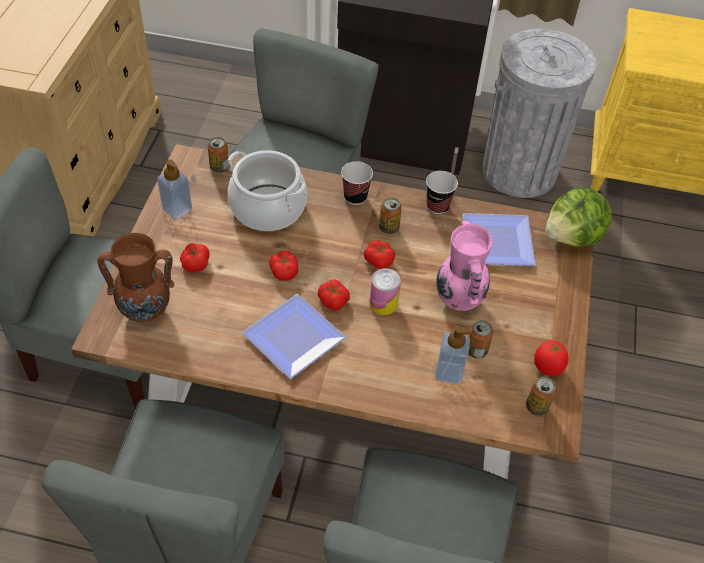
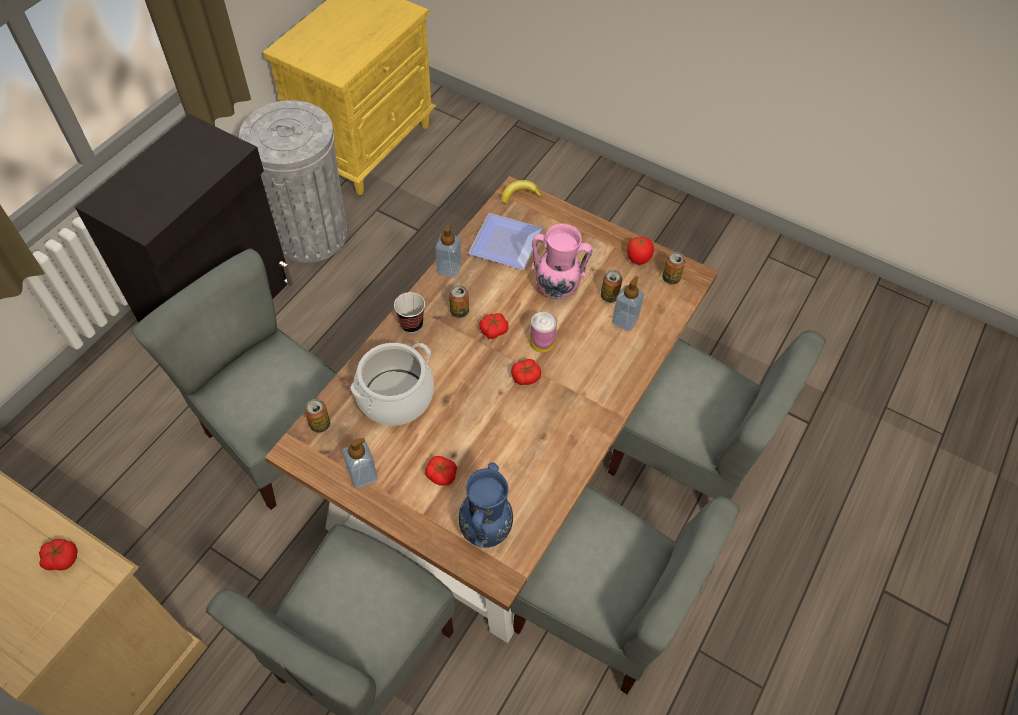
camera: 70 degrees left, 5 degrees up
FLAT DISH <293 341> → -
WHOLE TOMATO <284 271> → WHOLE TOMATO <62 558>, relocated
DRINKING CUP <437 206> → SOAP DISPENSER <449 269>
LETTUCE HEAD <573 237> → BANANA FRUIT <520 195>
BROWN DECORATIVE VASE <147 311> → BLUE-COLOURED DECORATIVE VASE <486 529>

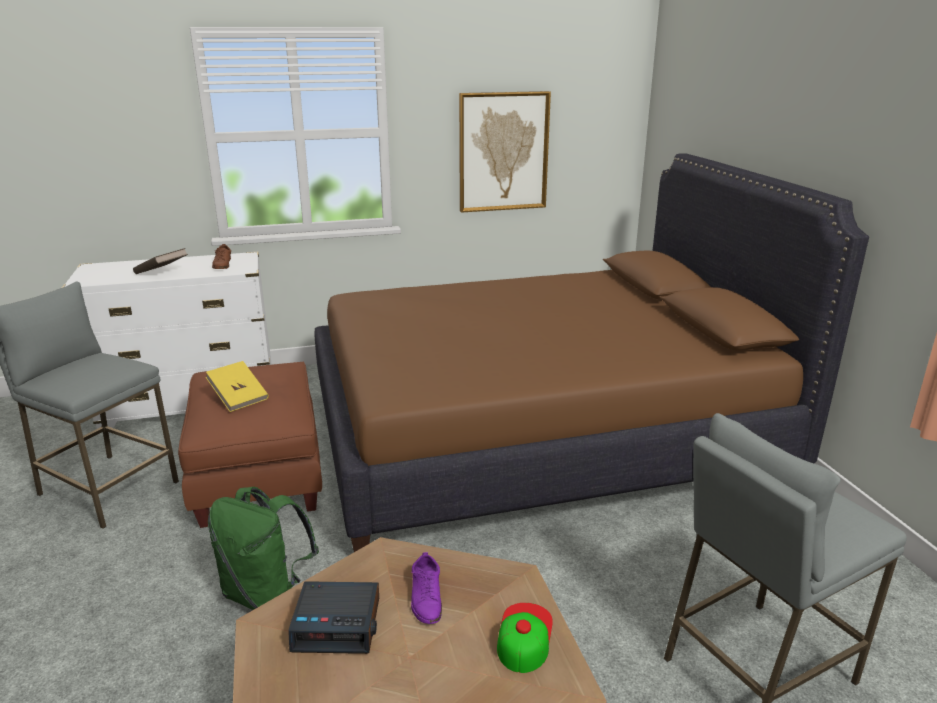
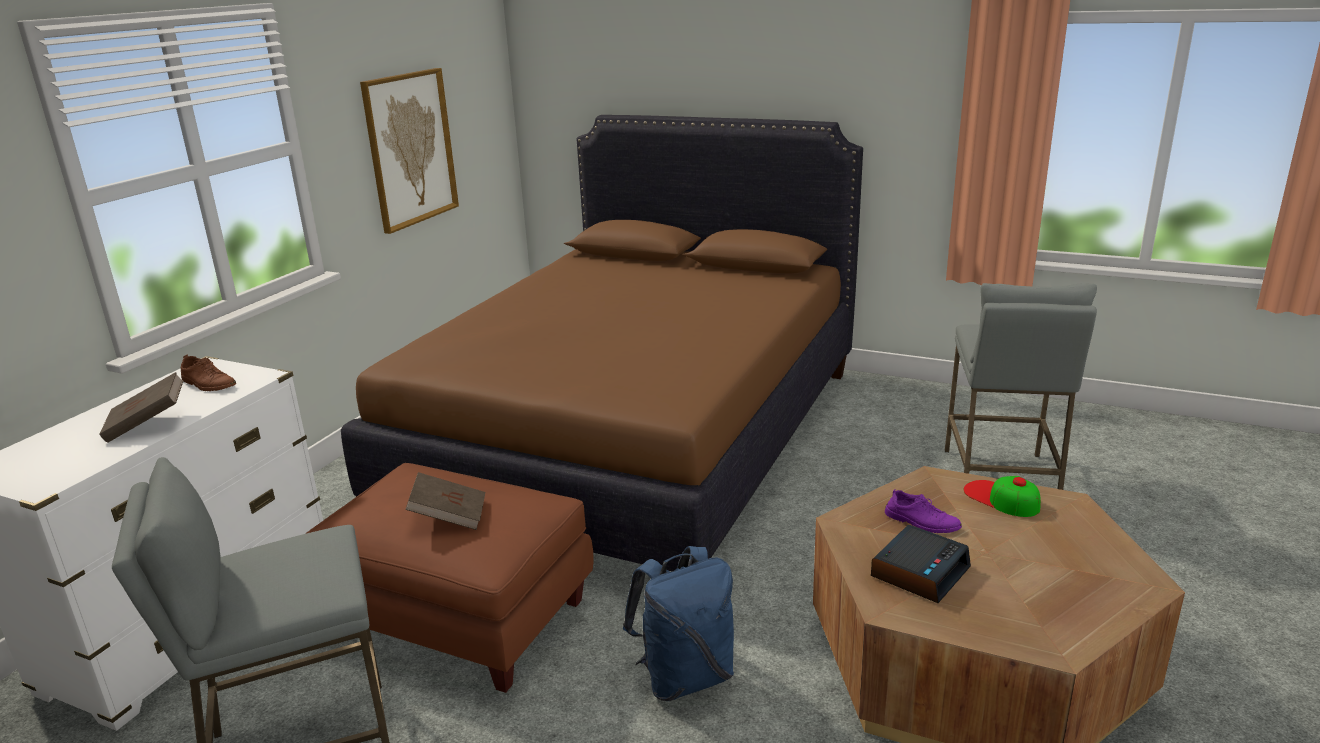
camera: 50 degrees left, 0 degrees up
YELLOWISH BOUND BOOK <239 398> → BROWN BOUND BOOK <449 516>
GREEN RUCKSACK <267 595> → BLUE-COLOURED RUCKSACK <685 676>

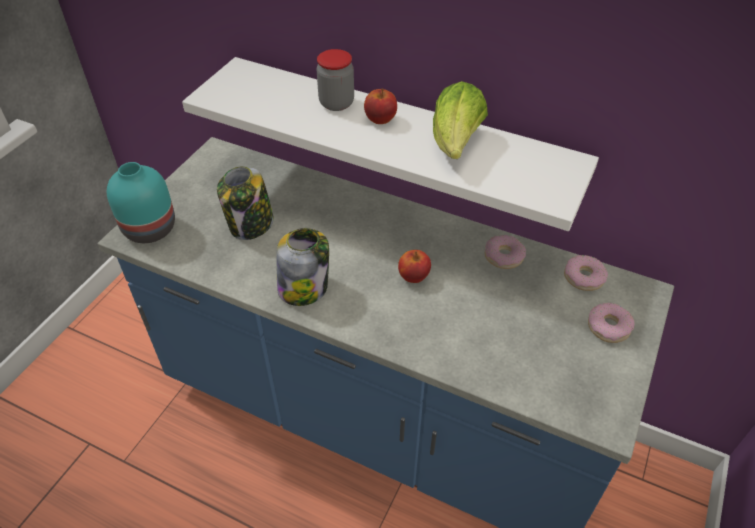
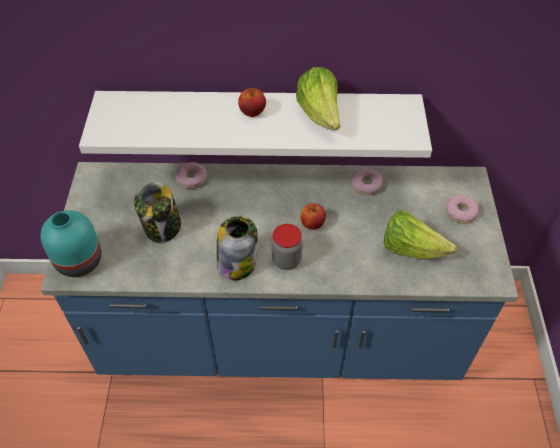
camera: 25 degrees left, 5 degrees up
- → LETTUCE HEAD <411 249>
STORAGE JAR <336 103> → STORAGE JAR <286 260>, relocated
RING DOUGHNUT <584 277> → RING DOUGHNUT <191 179>, relocated

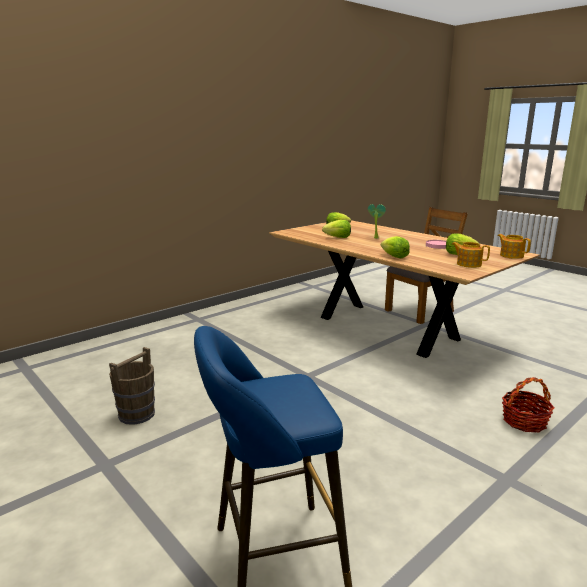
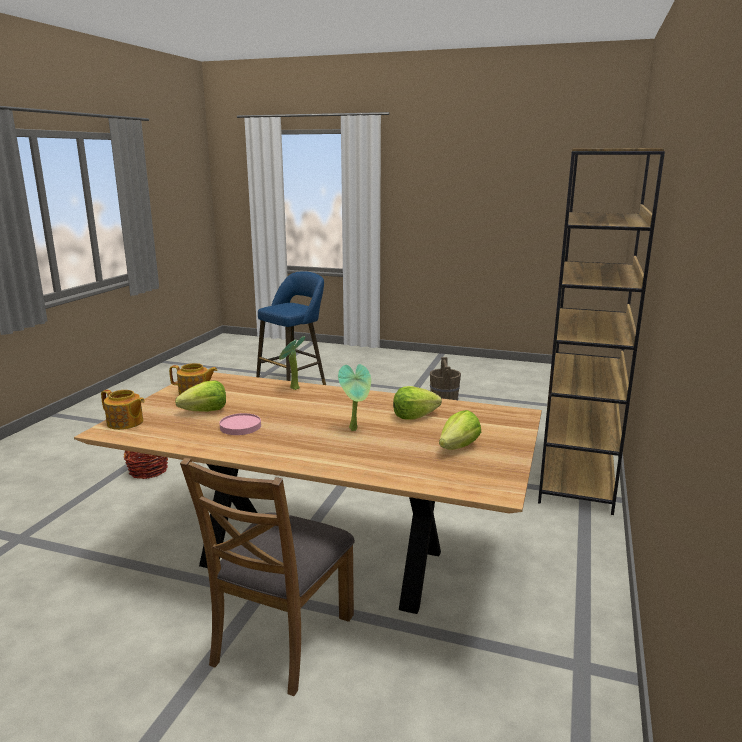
camera: 150 degrees right, 0 degrees up
- → BROWN SHELVING UNIT <577 477>
LETTUCE HEAD <394 256> → PLANT IN A POT <292 389>

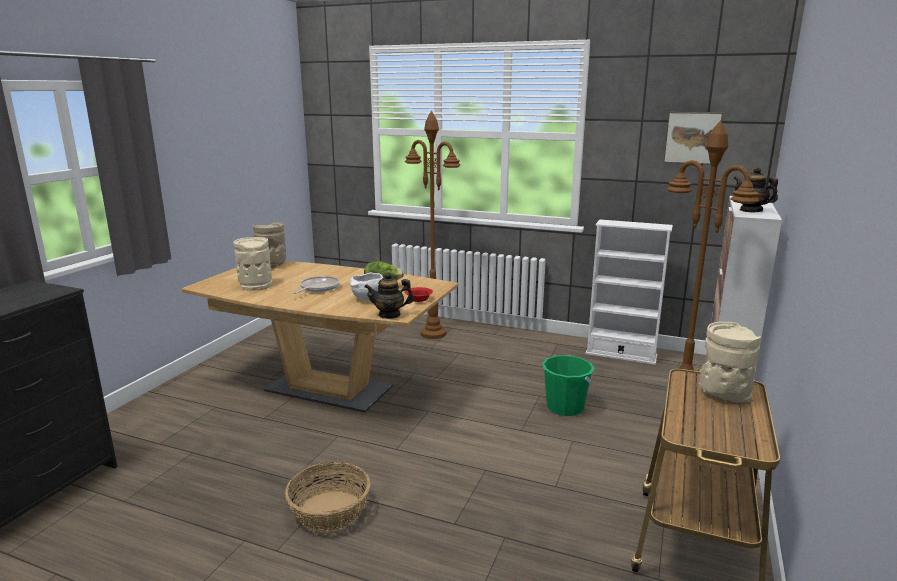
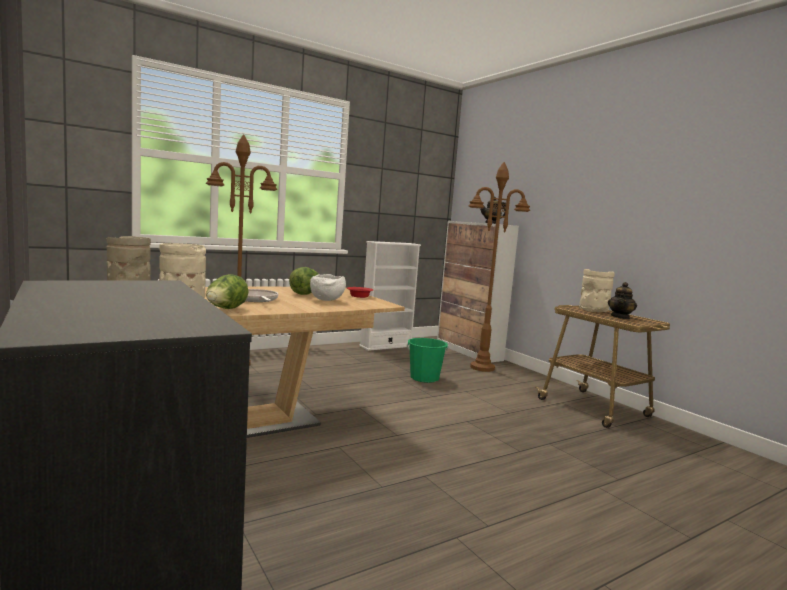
camera: 55 degrees left, 10 degrees down
BASKET <329 511> → -
PICTURE <692 137> → -
- → LETTUCE HEAD <225 309>
TEA POT <389 315> → TEA POT <620 317>, relocated

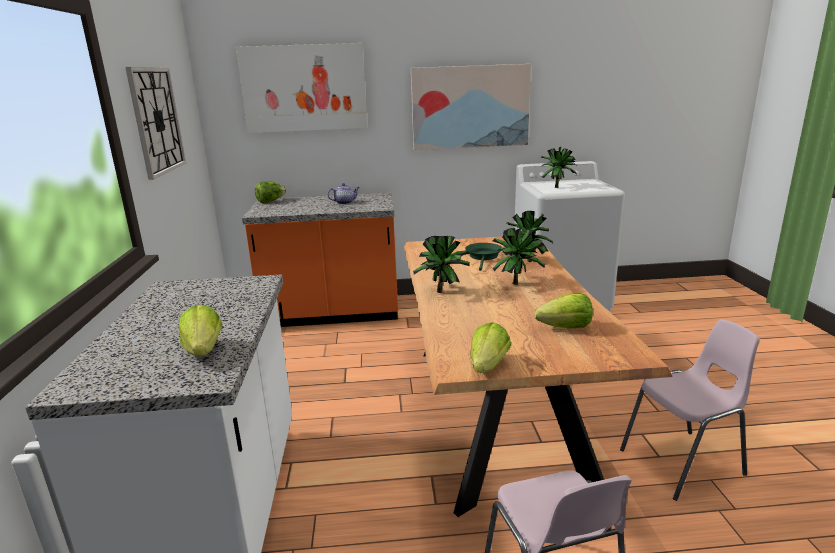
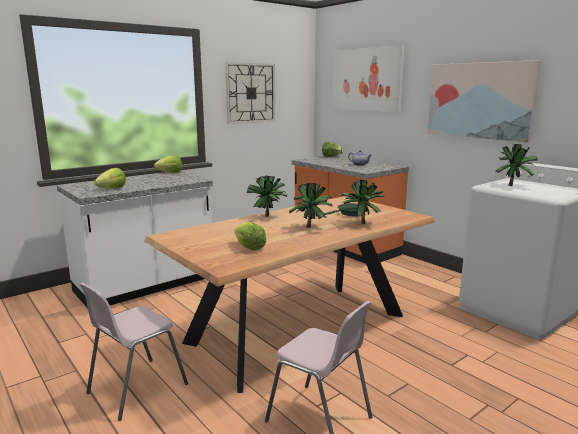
camera: 55 degrees right, 5 degrees down
LETTUCE HEAD <488 366> → LETTUCE HEAD <170 173>, relocated

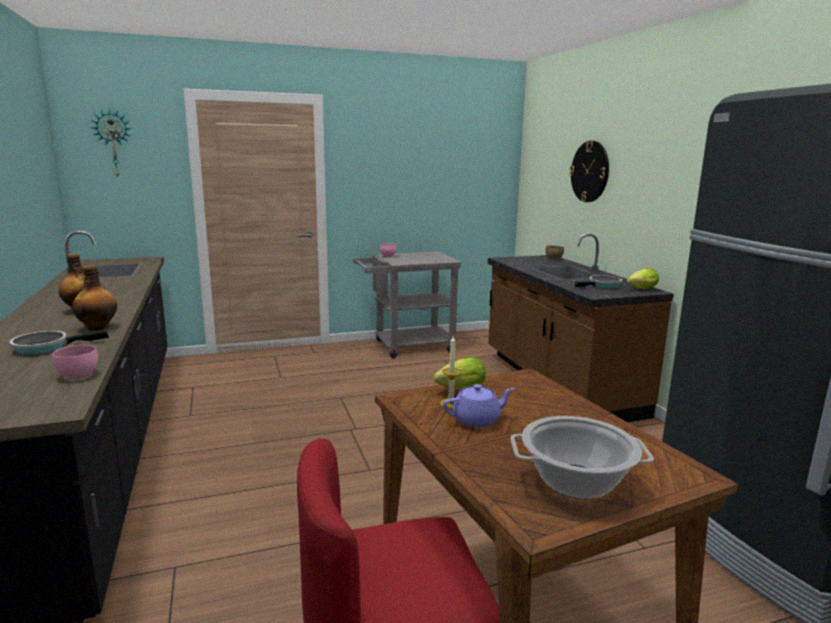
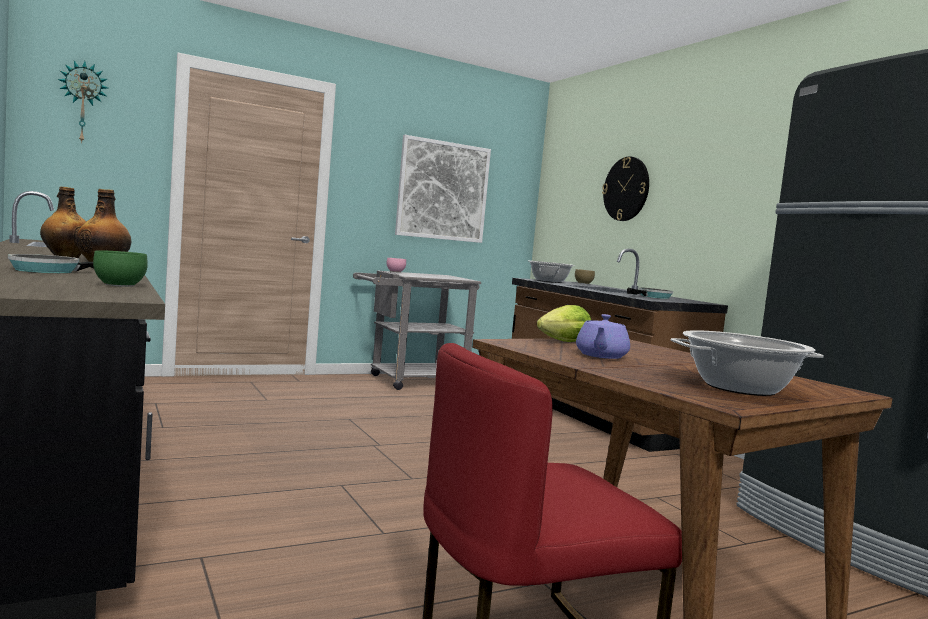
camera: 10 degrees left, 10 degrees down
CANDLE <450 403> → -
LETTUCE HEAD <640 289> → -
- → PICTURE <443 191>
- → SAUCEPOT <549 281>
PINK-COLOURED SERVING BOWL <78 375> → GREEN SERVING BOWL <120 285>
PURPLISH TEA POT <477 420> → PURPLISH TEA POT <601 356>, 135 degrees clockwise

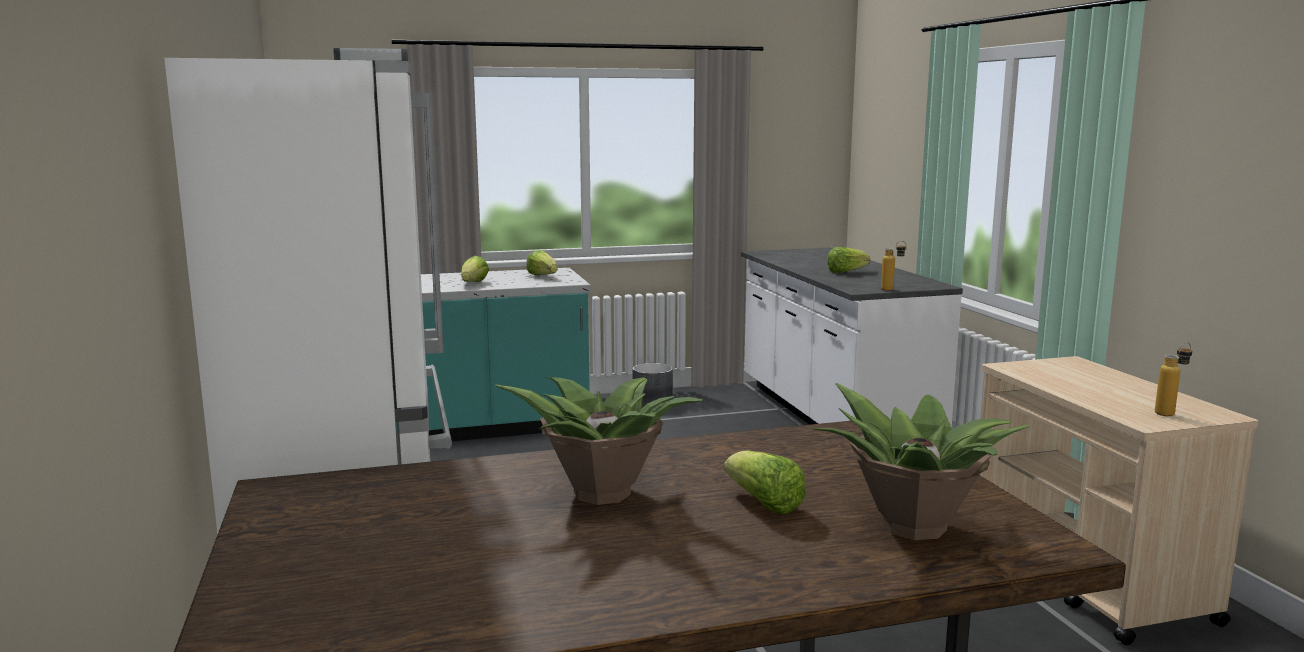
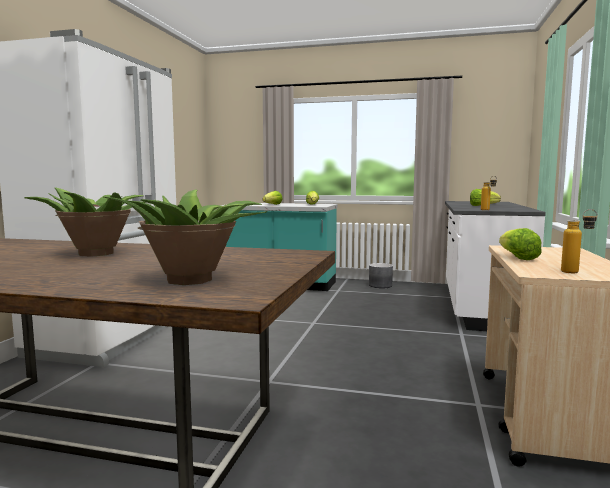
camera: 30 degrees right, 5 degrees down
LETTUCE HEAD <763 504> → LETTUCE HEAD <517 258>, relocated

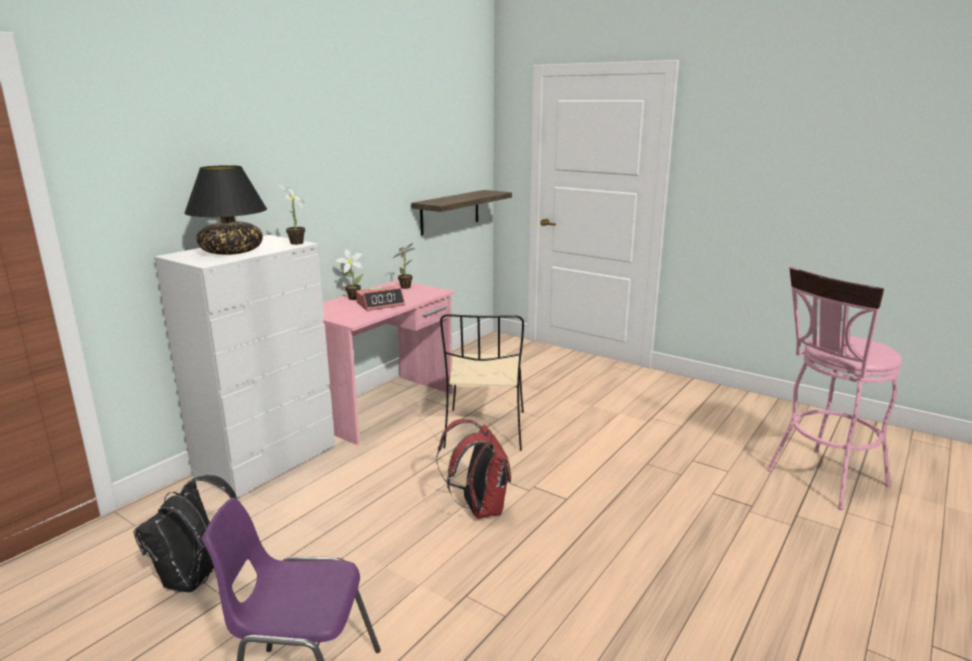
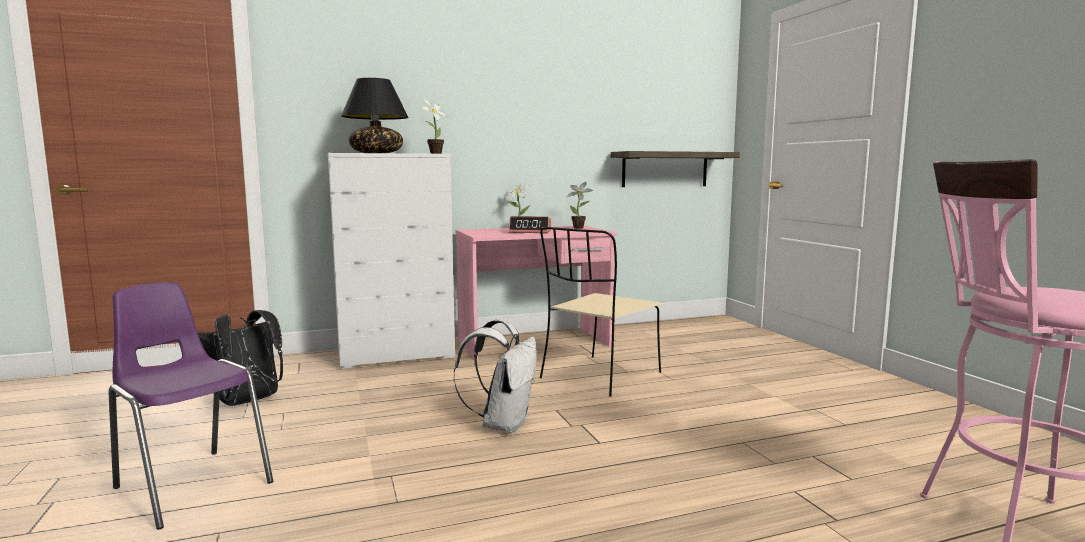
camera: 35 degrees right, 10 degrees down
RED RUCKSACK <479 508> → WHITE RUCKSACK <503 424>

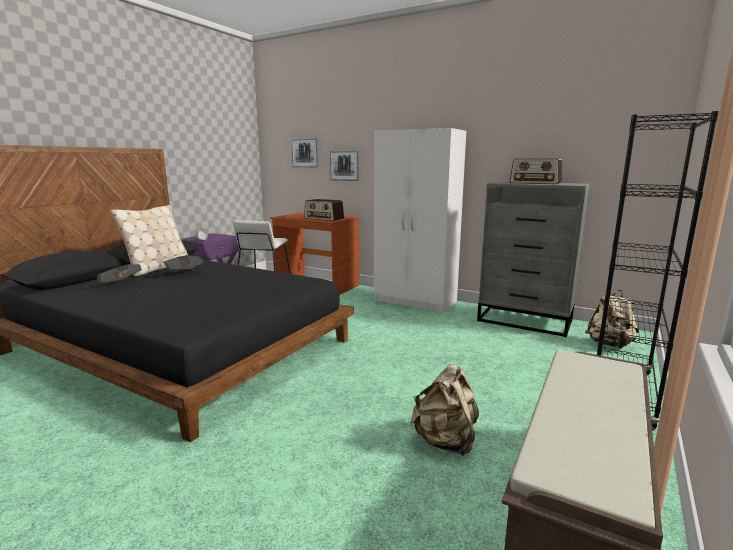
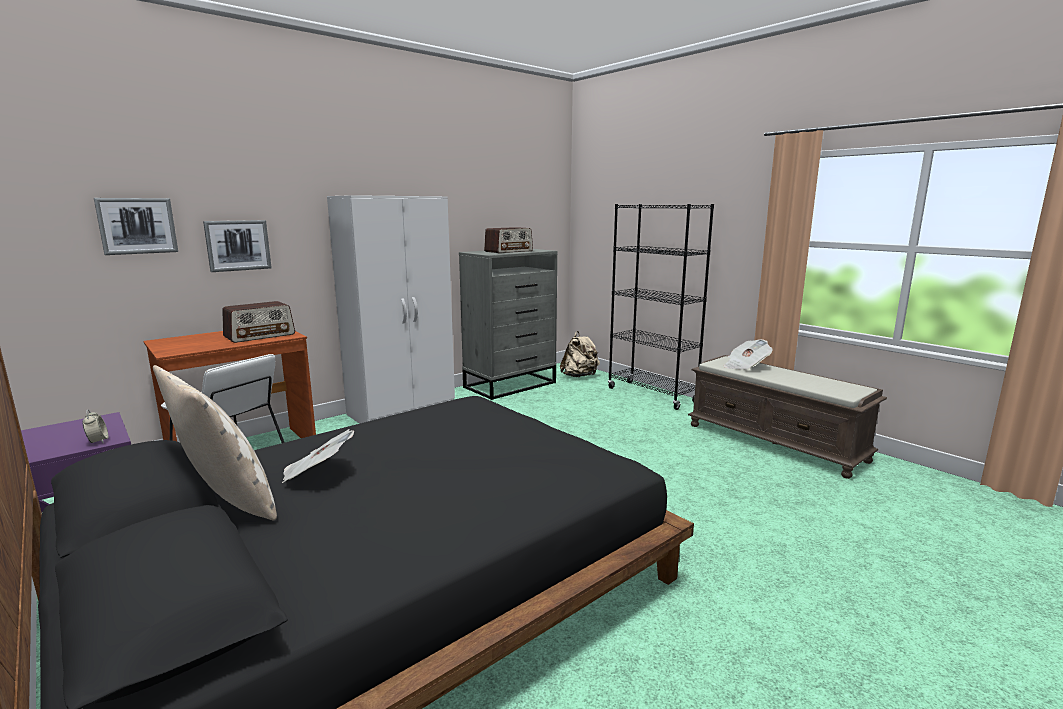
camera: 70 degrees left, 0 degrees up
SAND-COLOURED RUCKSACK <445 441> → -
PRINTED PAPER <121 284> → PRINTED PAPER <745 366>, relocated

